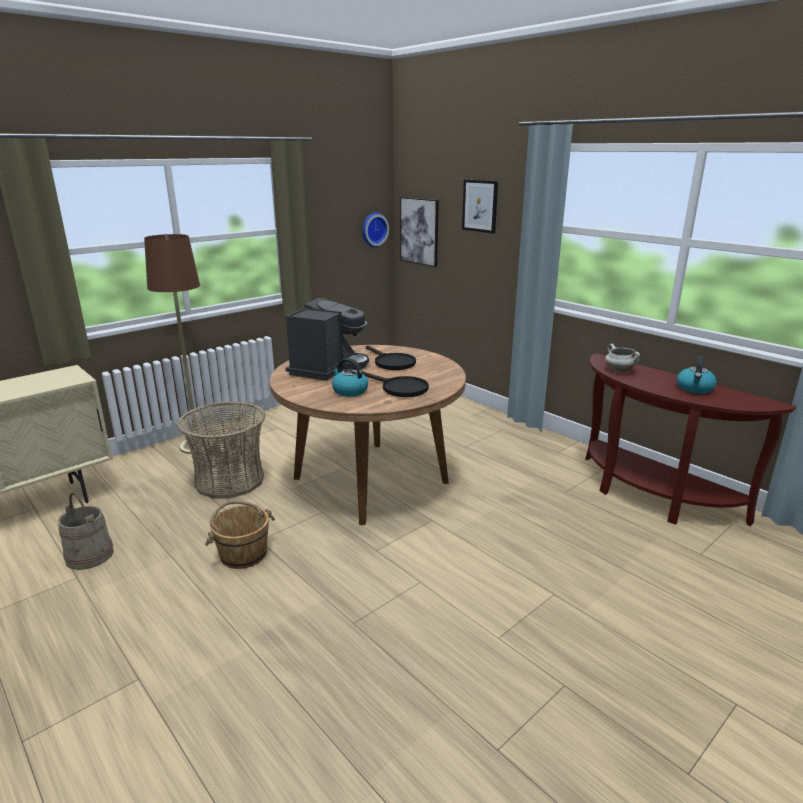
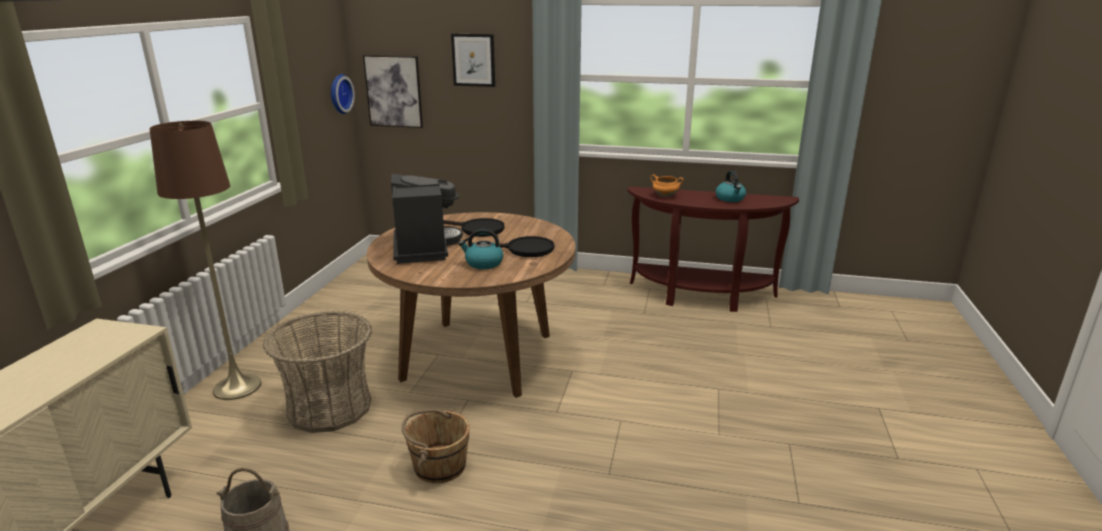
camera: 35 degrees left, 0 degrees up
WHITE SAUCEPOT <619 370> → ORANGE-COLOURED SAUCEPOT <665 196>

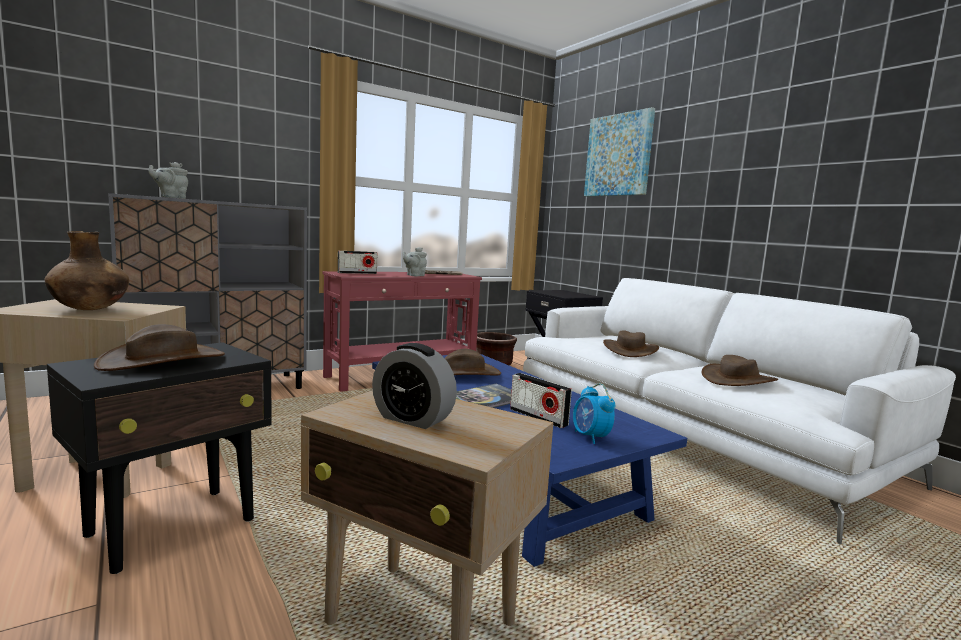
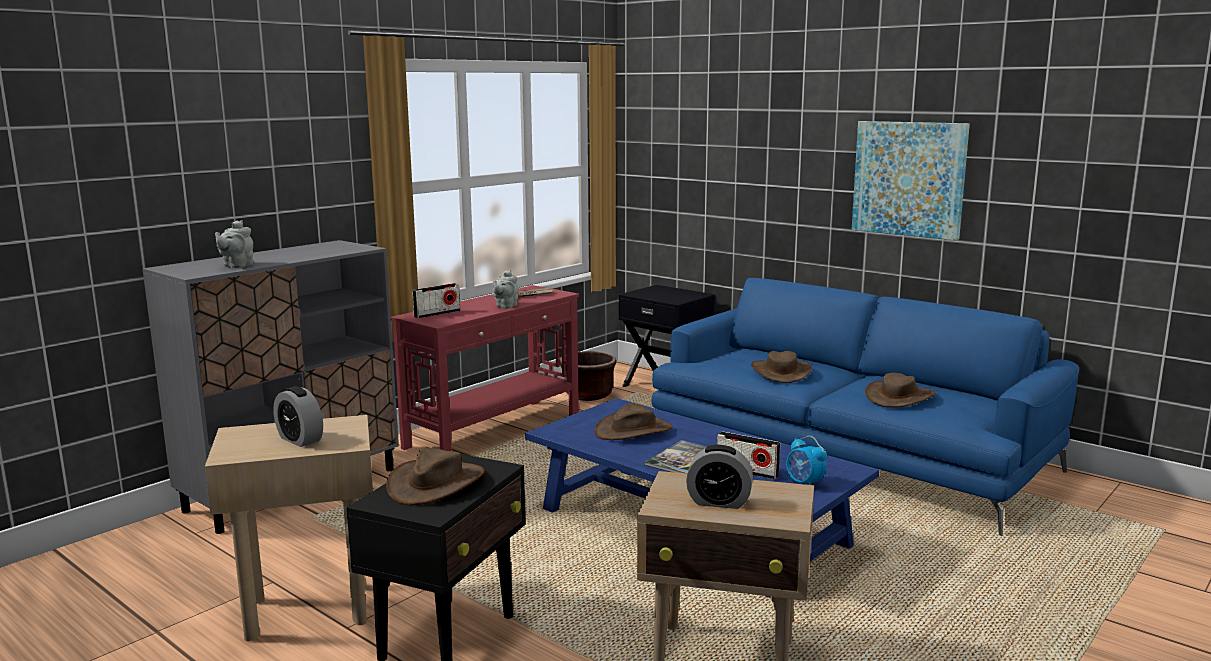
camera: 15 degrees left, 5 degrees up
PICTURE <618 155> → PICTURE <909 178>, relocated
BROWN DECORATIVE VASE <91 309> → ALARM CLOCK <300 439>
WHITE SETTEE <690 433> → BLUE-COLOURED SETTEE <847 451>

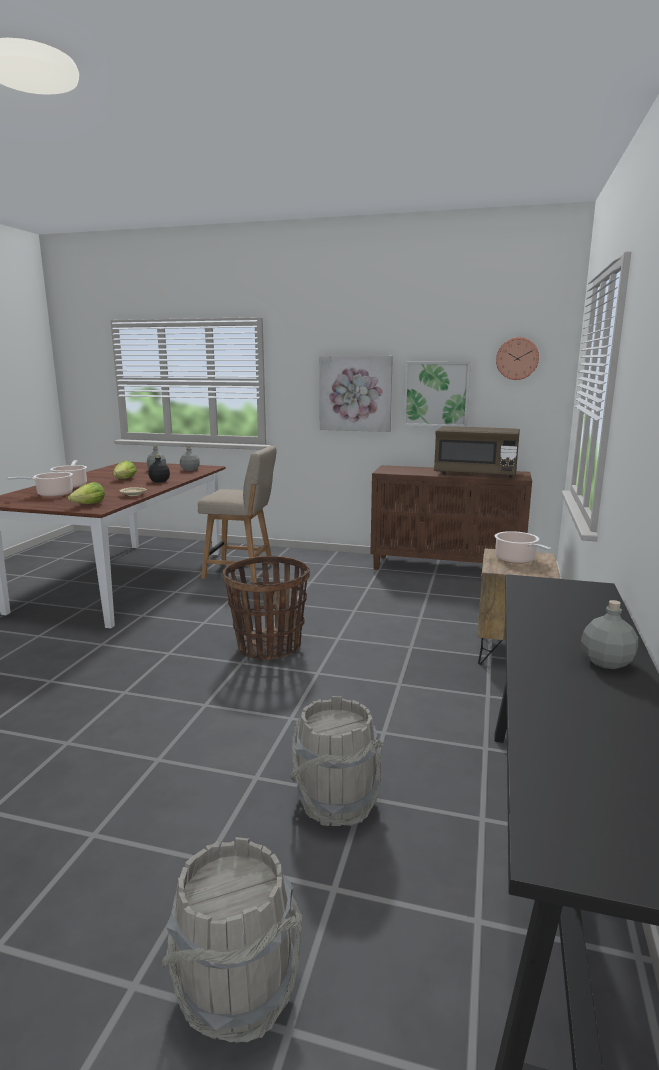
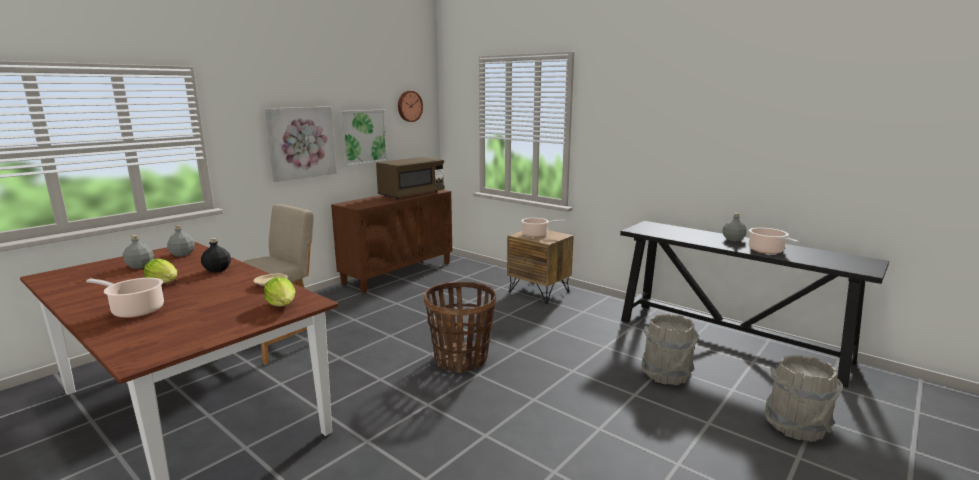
camera: 65 degrees left, 0 degrees up
SAUCEPOT <52 494> → SAUCEPOT <767 251>, relocated

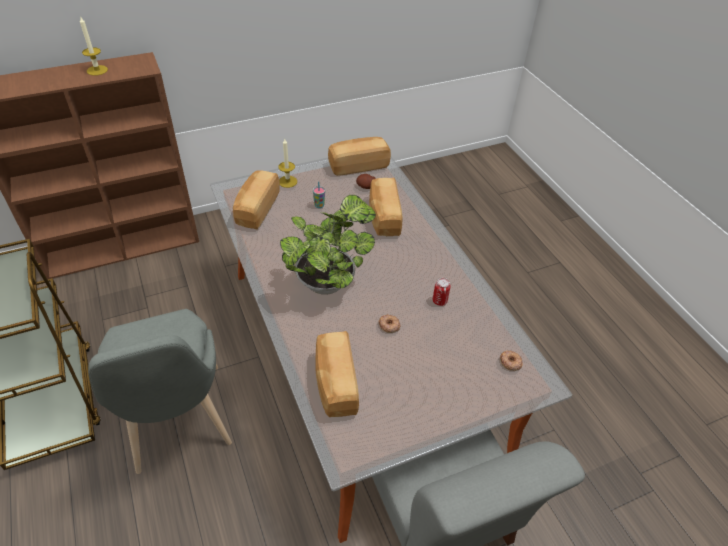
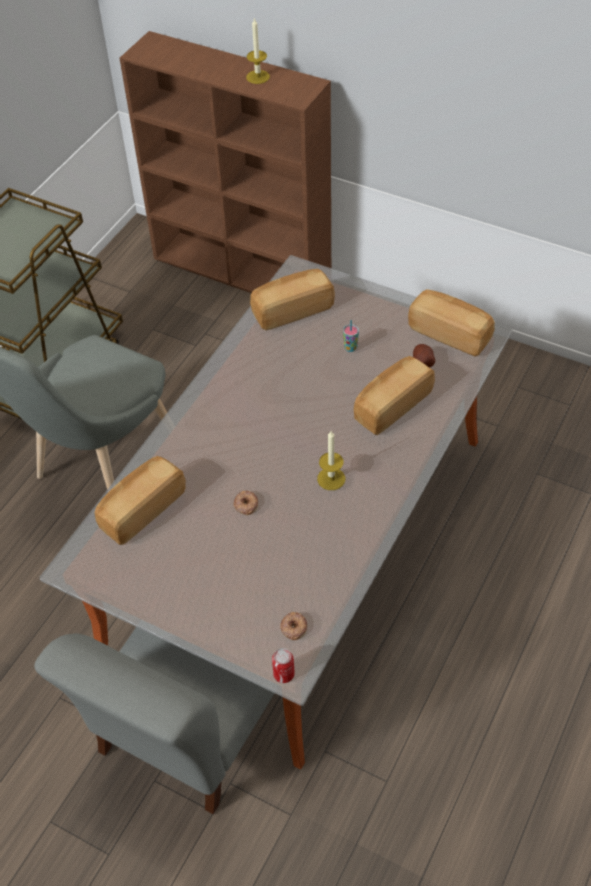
camera: 55 degrees right, 5 degrees up
PLANT IN A POT <328 281> → -
CANDLE <287 181> → CANDLE <331 478>, relocated
SEALED CAN <439 301> → SEALED CAN <283 674>, relocated

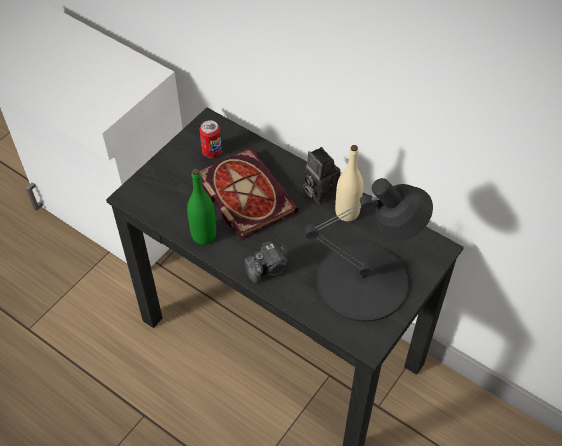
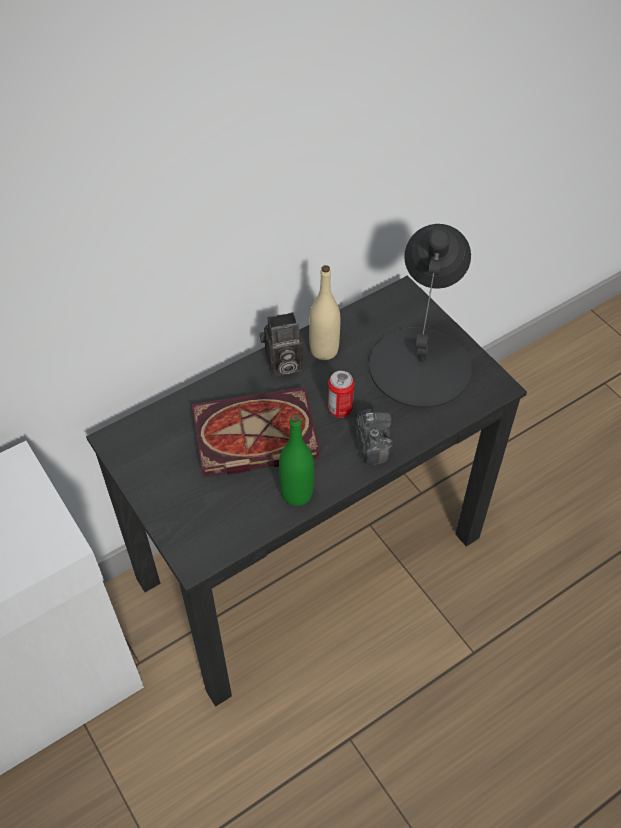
camera: 70 degrees left, 0 degrees up
SEALED CAN <212 151> → SEALED CAN <340 409>, relocated

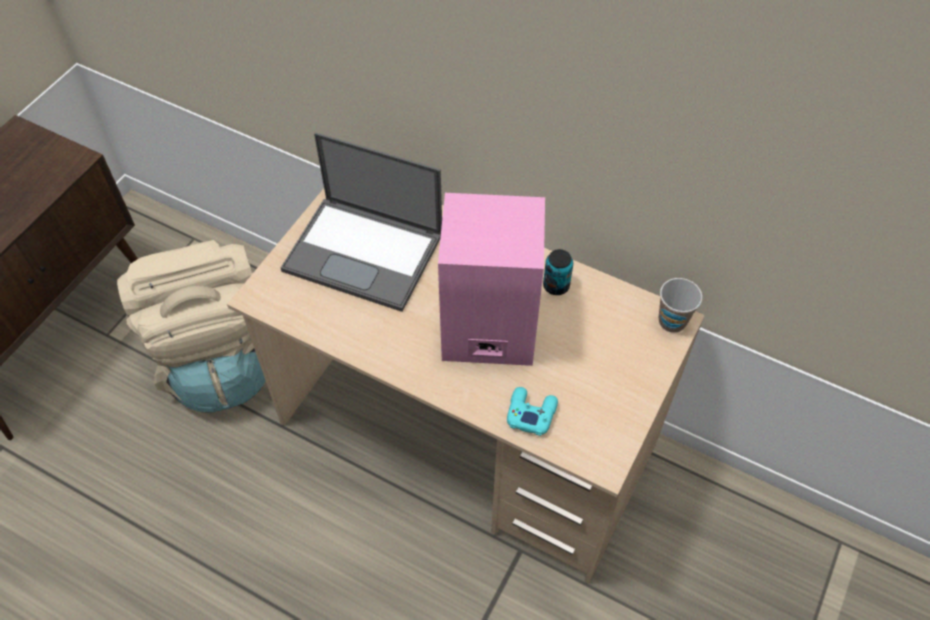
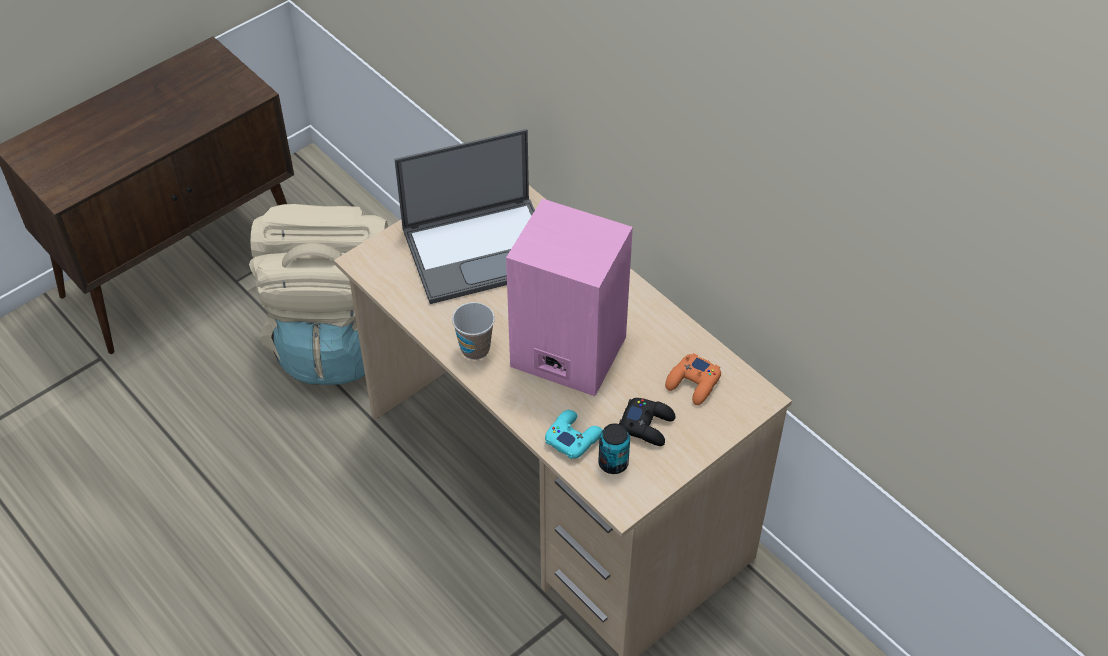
camera: 20 degrees right, 5 degrees down
- → BLACKISH JOYPAD <647 425>
- → ORANGE-COLOURED JOYPAD <693 383>
SEALED CAN <556 286> → SEALED CAN <613 463>, relocated
DRINKING CUP <672 321> → DRINKING CUP <475 349>, relocated
PORTABLE COMPUTER <365 252> → PORTABLE COMPUTER <482 249>, 60 degrees counterclockwise

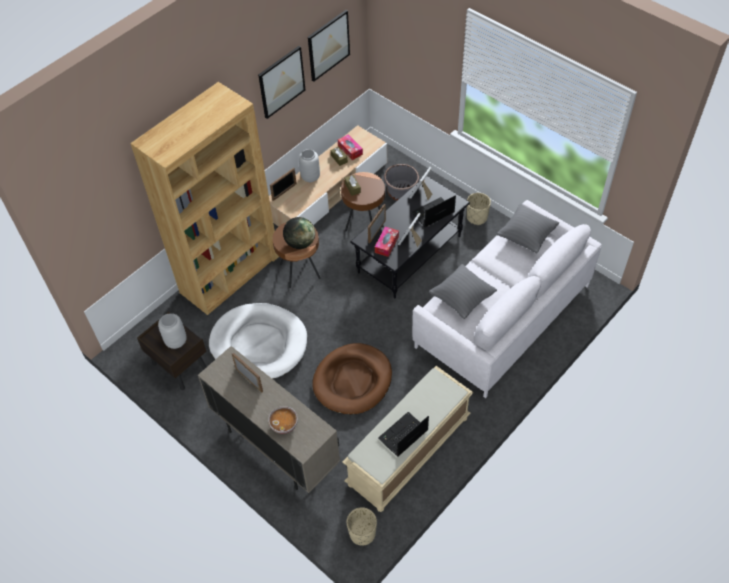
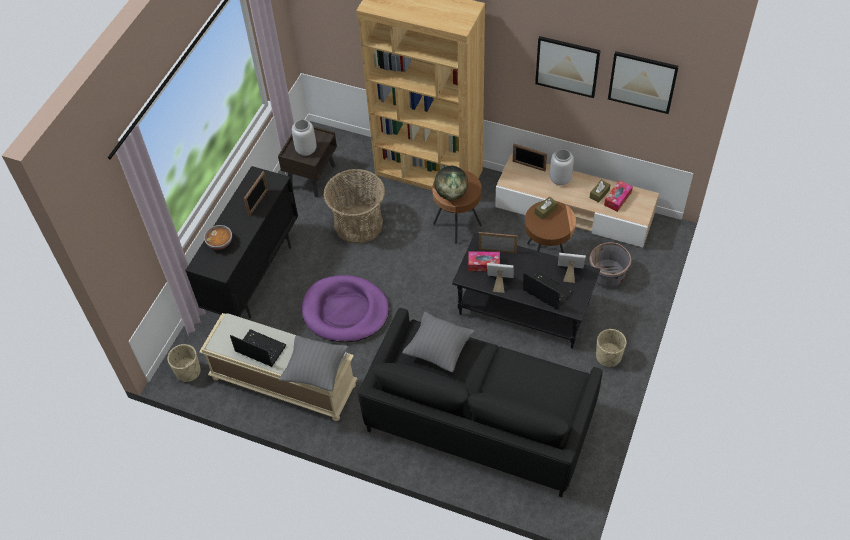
camera: 70 degrees right, 0 degrees up
GREYISH PILLOW <526 236> → GREYISH PILLOW <315 371>, relocated
WHITE DOG CUSHION <259 344> → BASKET <358 224>
SAND-COLOURED CUPBOARD <275 446> → BLACKISH CUPBOARD <254 276>
BROWN DOG CUSHION <353 381> → PURPLISH DOG CUSHION <345 311>
WHITE SETTEE <502 316> → BLACKISH SETTEE <479 419>

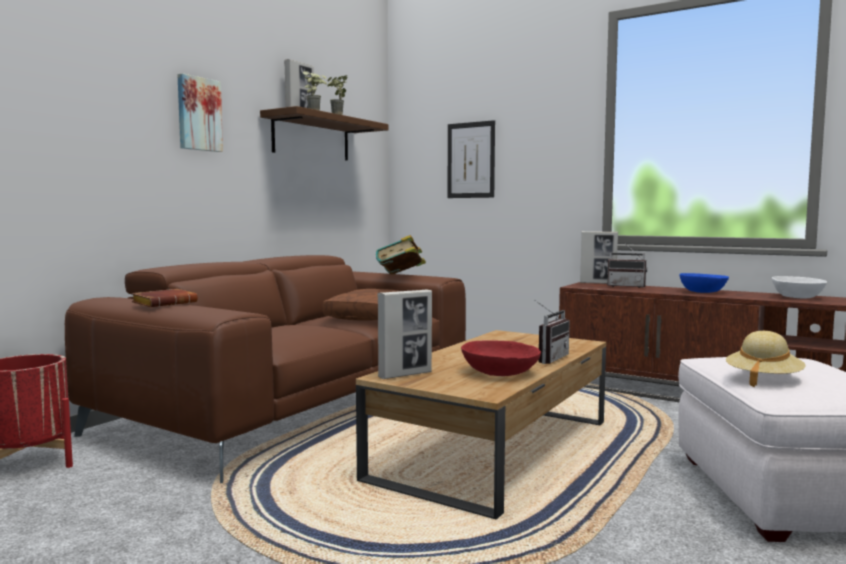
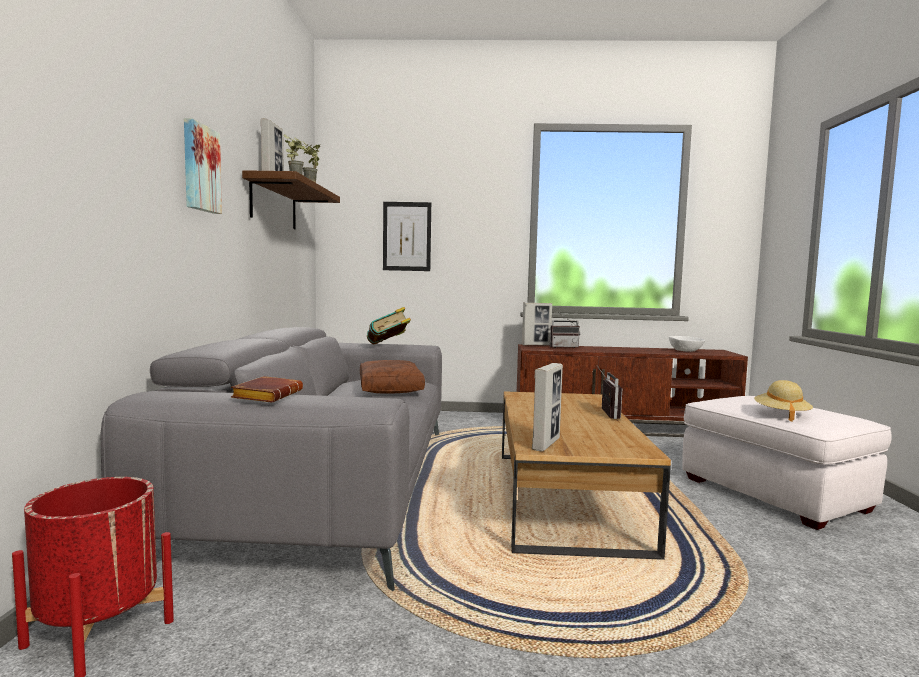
camera: 30 degrees left, 0 degrees up
RED SERVING BOWL <499 372> → -
BLUE-COLOURED SERVING BOWL <702 292> → -
BROWN SETTEE <298 402> → GREYISH SETTEE <328 483>

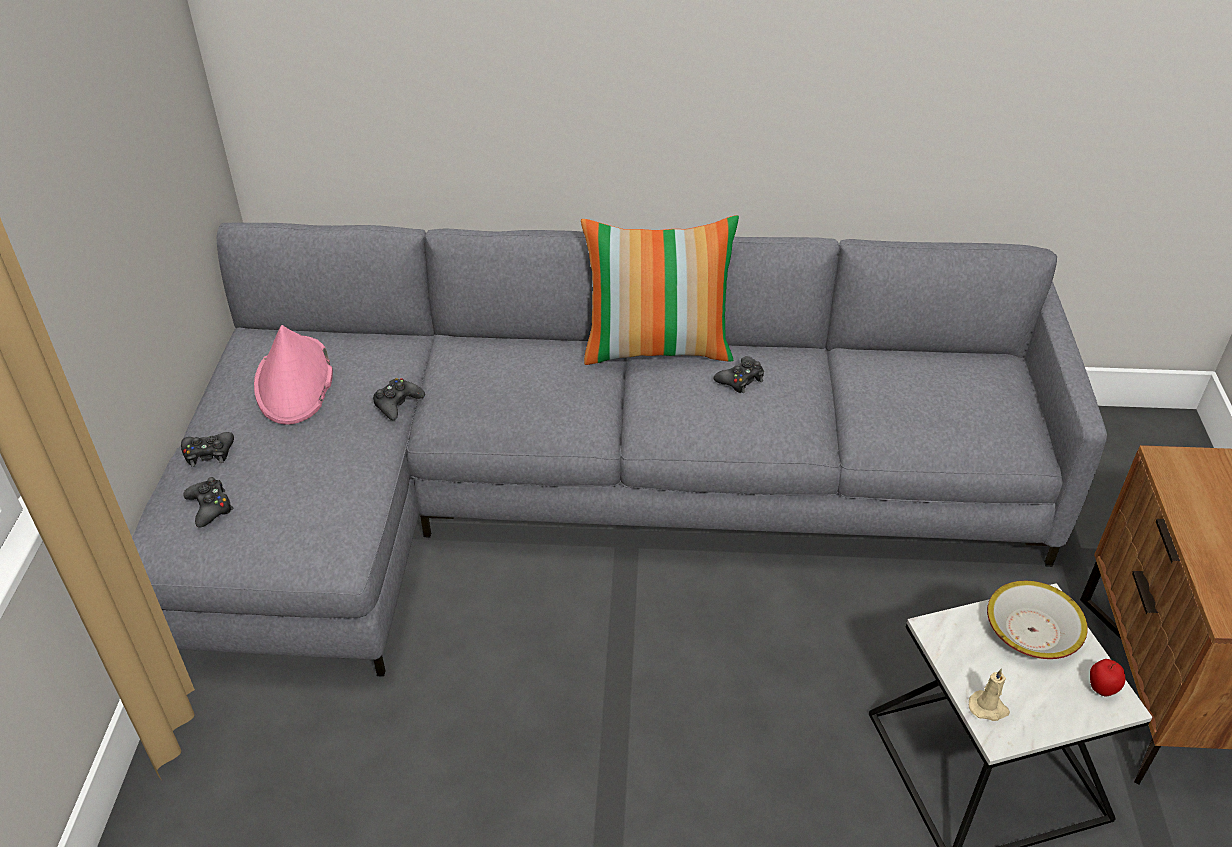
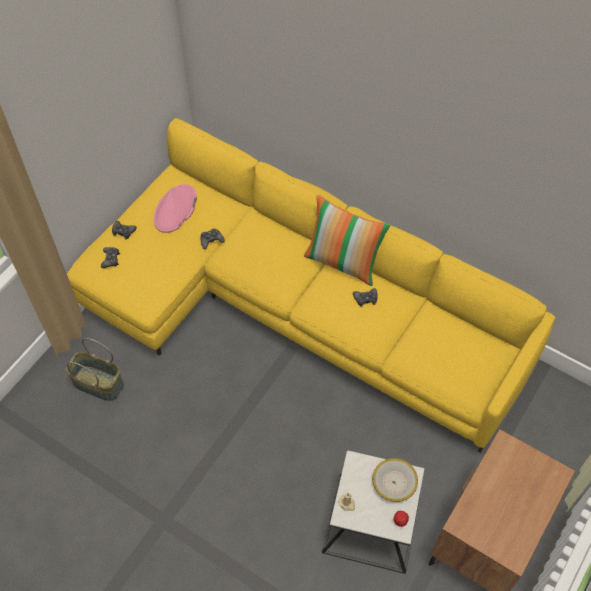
camera: 30 degrees right, 15 degrees up
- → BASKET <97 384>
GREYISH SETTEE <570 493> → YELLOWISH SETTEE <287 305>

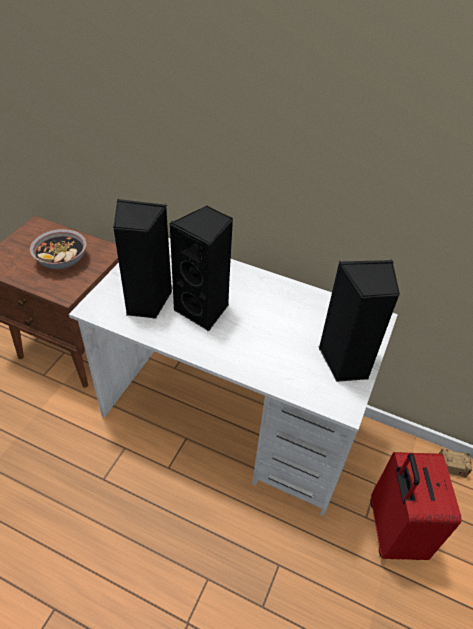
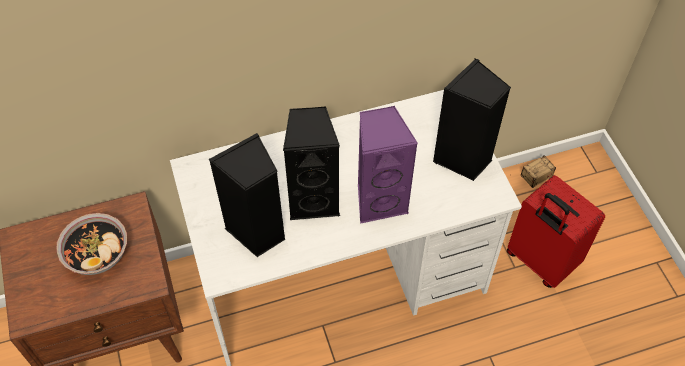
camera: 40 degrees left, 10 degrees up
- → PURPLISH AUDIO SPEAKER <379 200>

